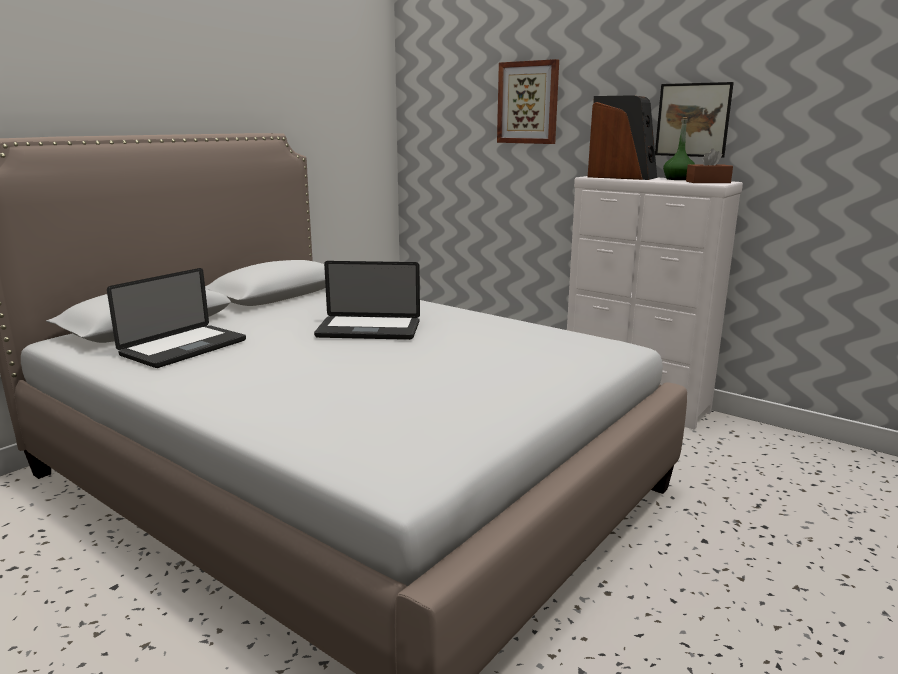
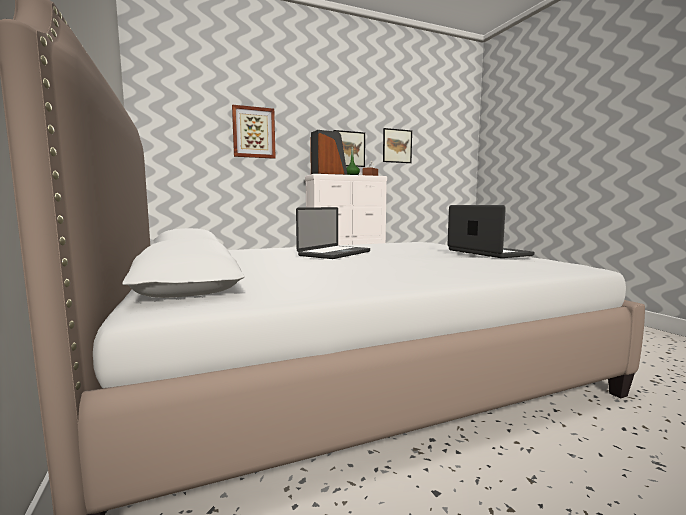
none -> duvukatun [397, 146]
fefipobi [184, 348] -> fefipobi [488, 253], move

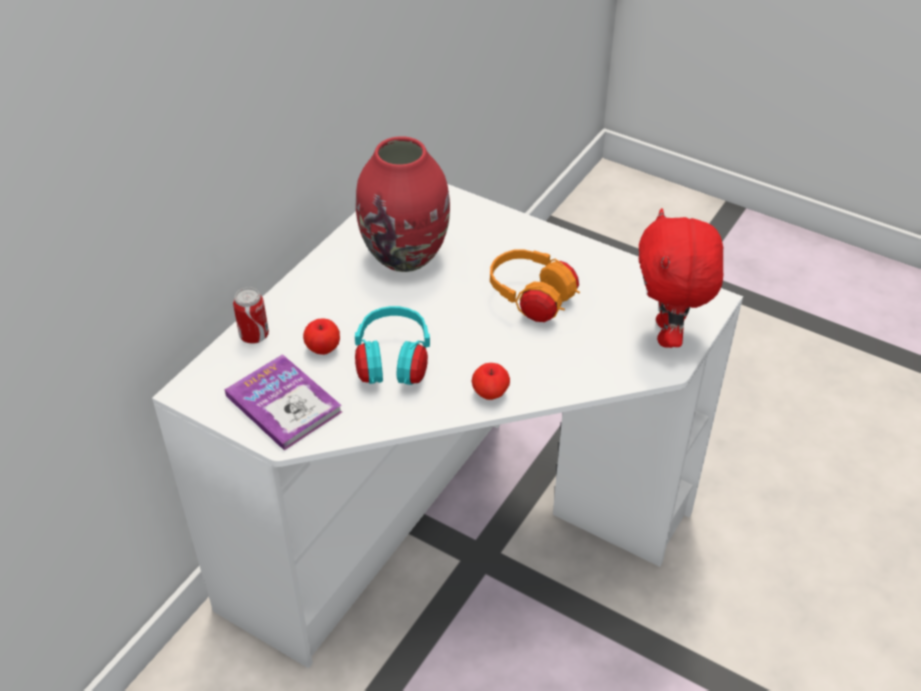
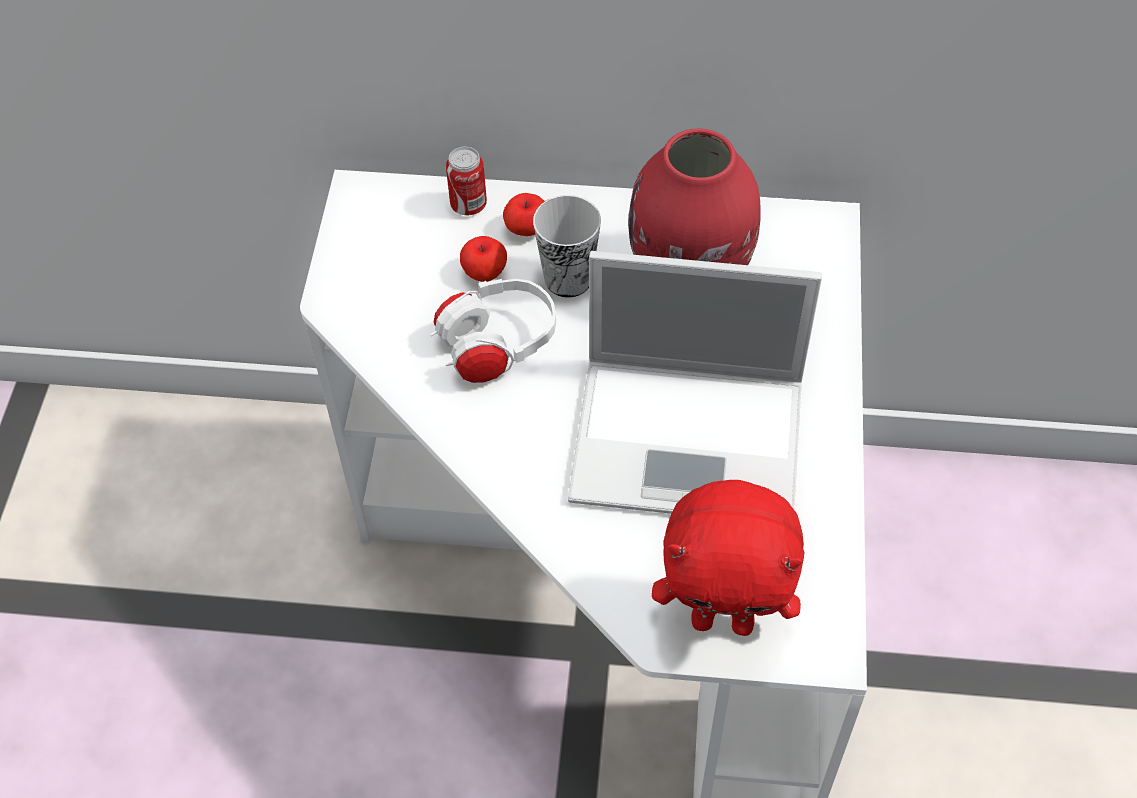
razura [283, 404] -> none
none -> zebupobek [568, 279]
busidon [490, 394] -> busidon [526, 229], move
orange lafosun [532, 300] -> fefipobi [693, 440]
turquoise lafosun [393, 364] -> white lafosun [497, 347]
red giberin [668, 335] -> red giberin [723, 619], 150 degrees counterclockwise

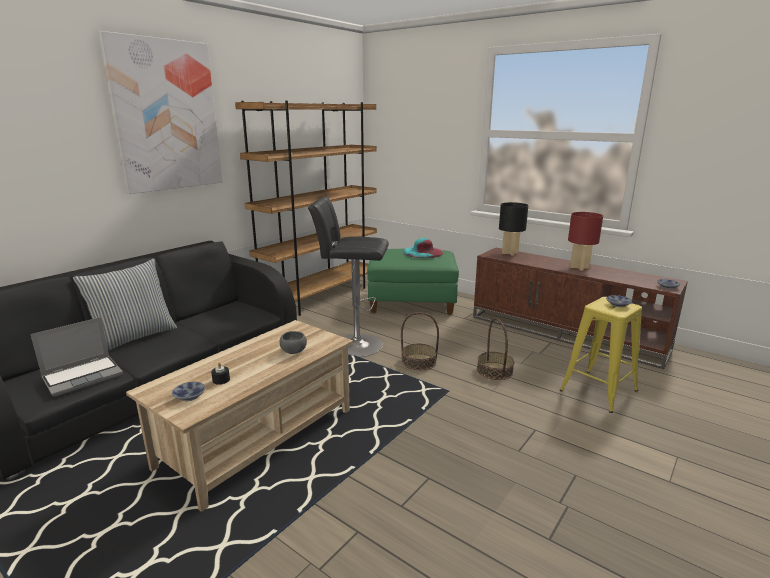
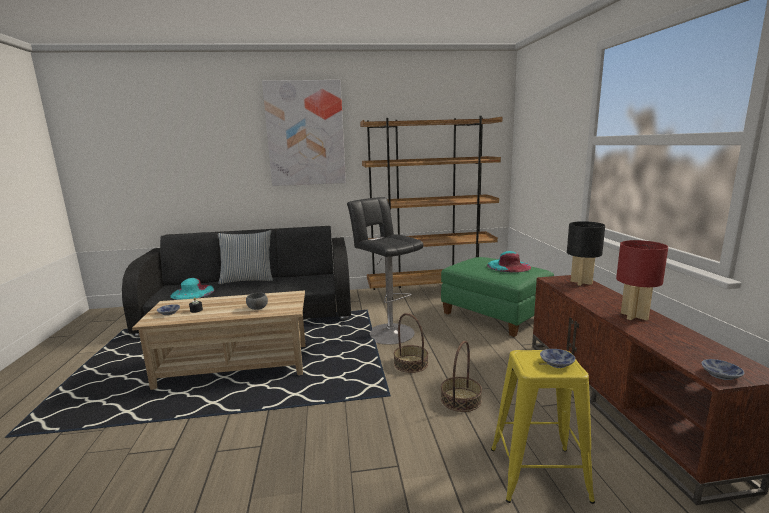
fefipobi [84, 376] -> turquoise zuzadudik [192, 292]

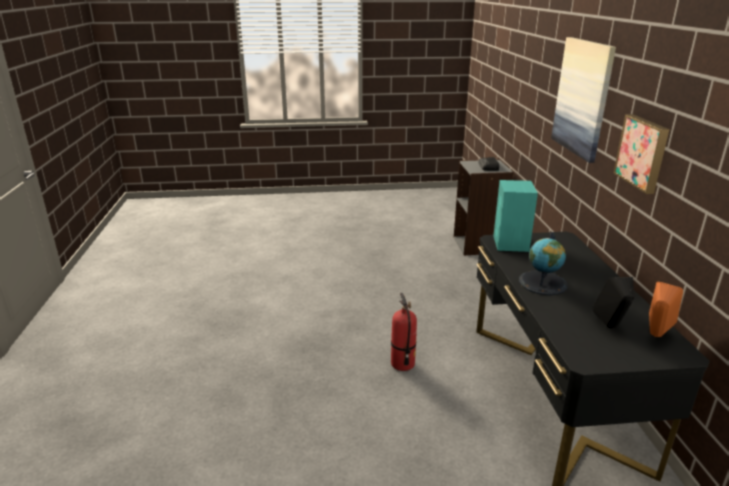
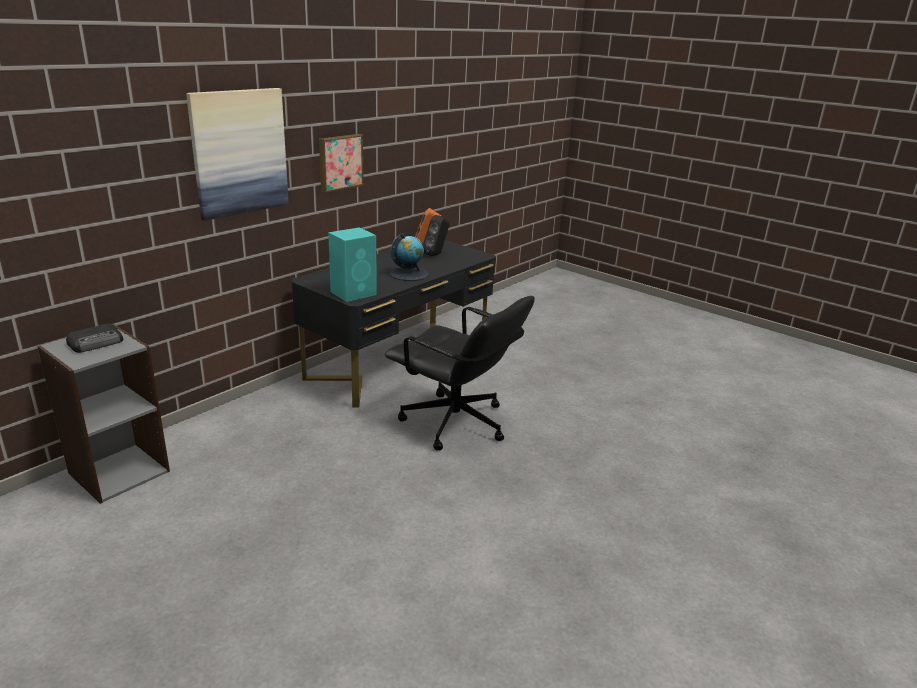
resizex [402, 364] -> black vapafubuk [455, 423]

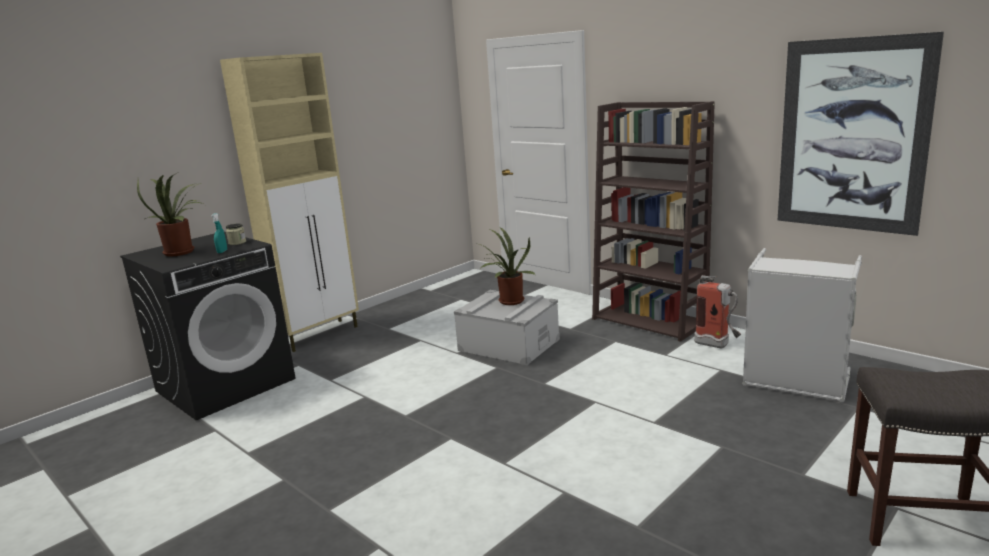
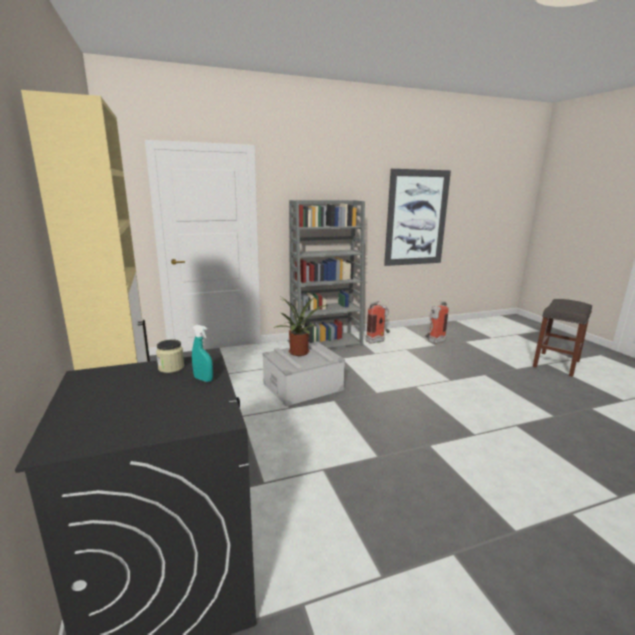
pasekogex [182, 252] -> none
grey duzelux [795, 383] -> resizex [434, 342]
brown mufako [650, 321] -> grey mufako [326, 343]

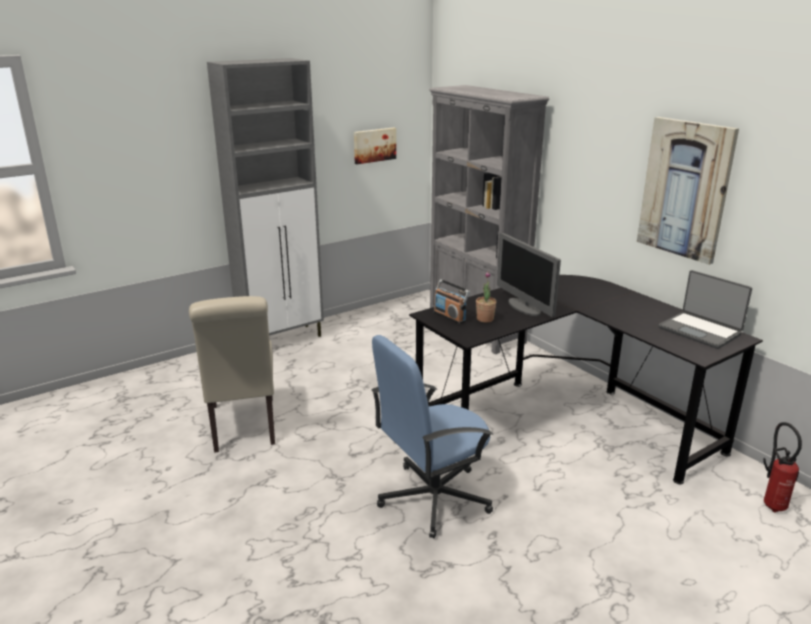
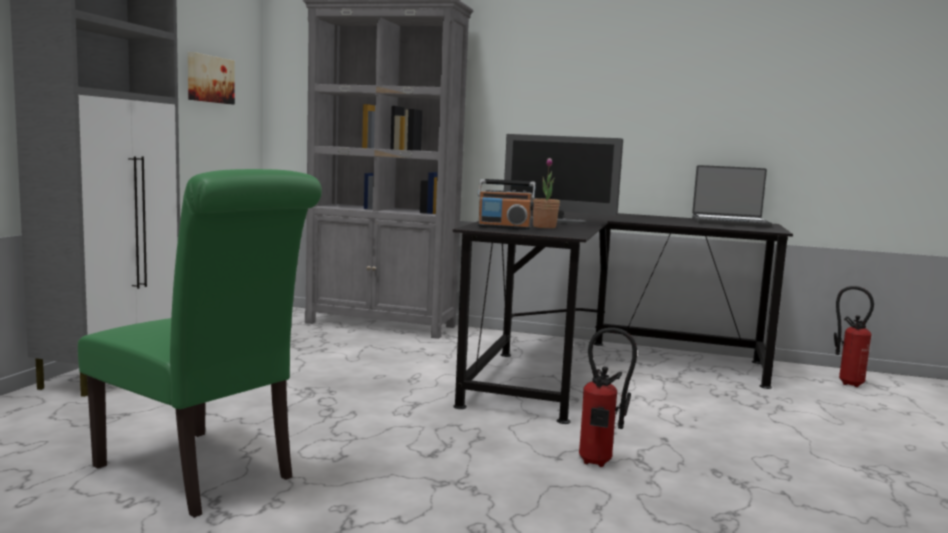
duvukatun [685, 189] -> none
blue vapafubuk [432, 498] -> resizex [600, 463]
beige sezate [243, 427] -> green sezate [202, 474]

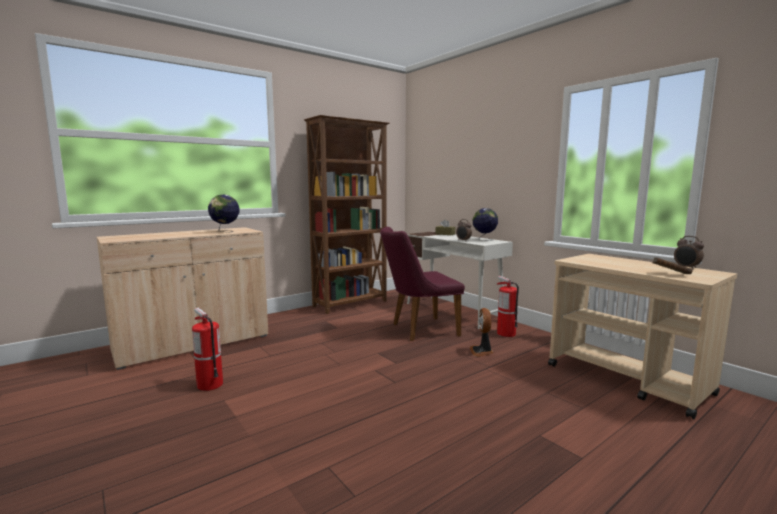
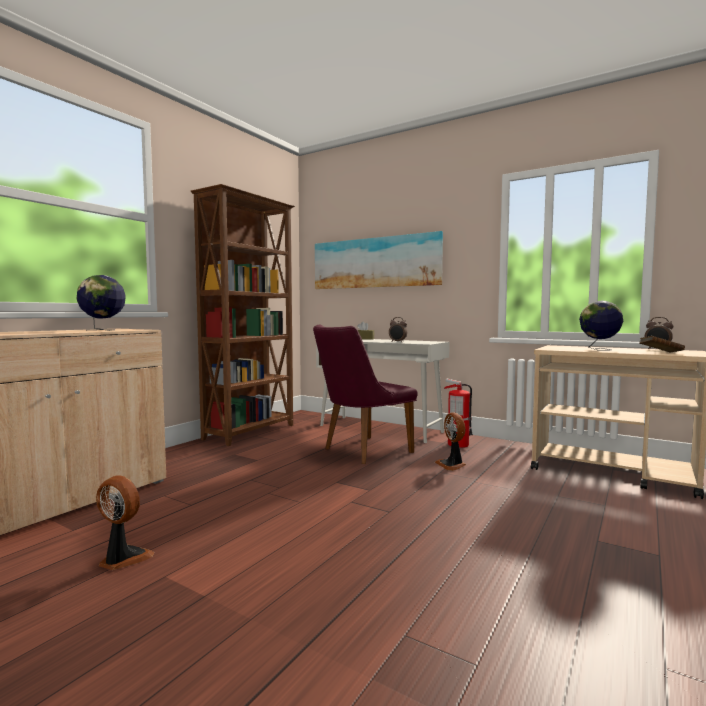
none -> duvukatun [375, 263]
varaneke [484, 240] -> varaneke [599, 349], move
resizex [209, 385] -> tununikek [122, 559]

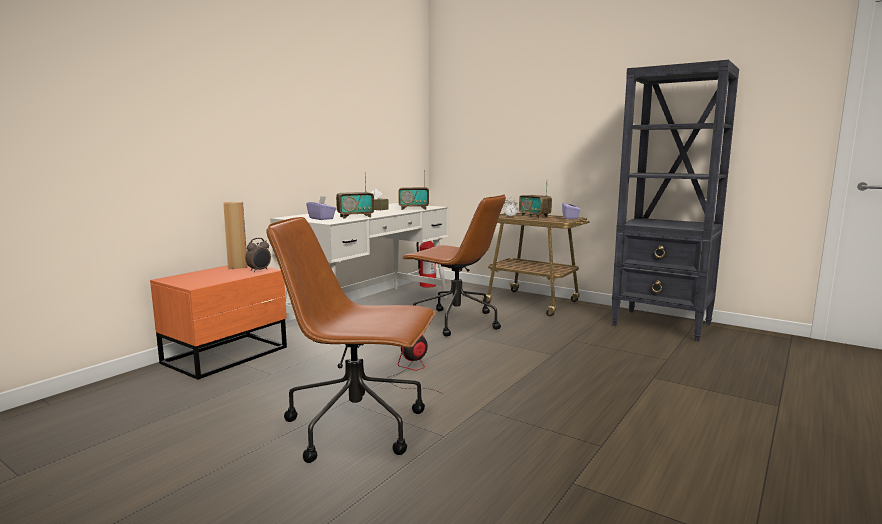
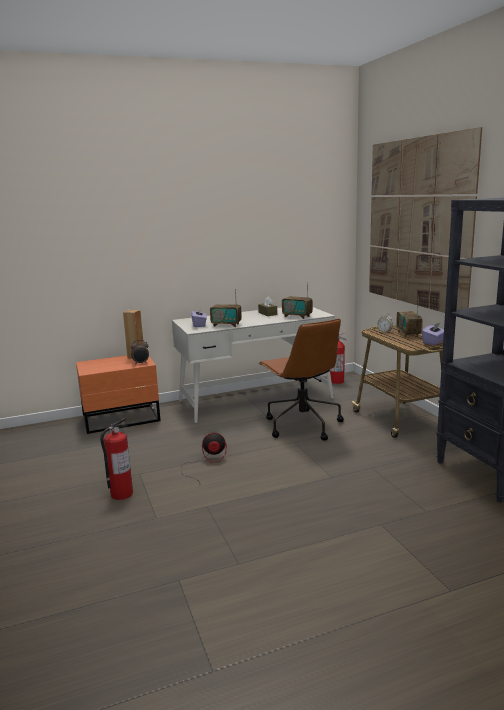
none -> duvukatun [417, 223]
brown vapafubuk [358, 426] -> resizex [121, 494]

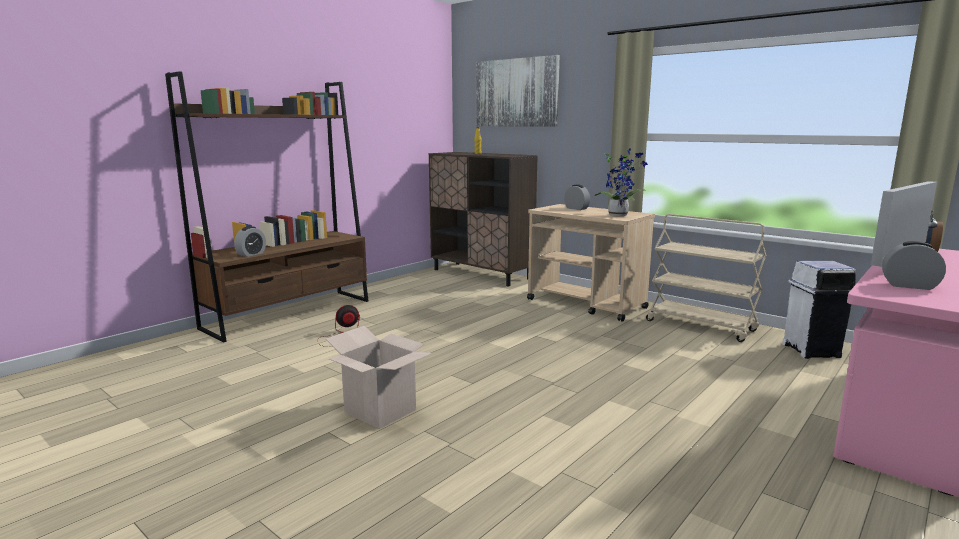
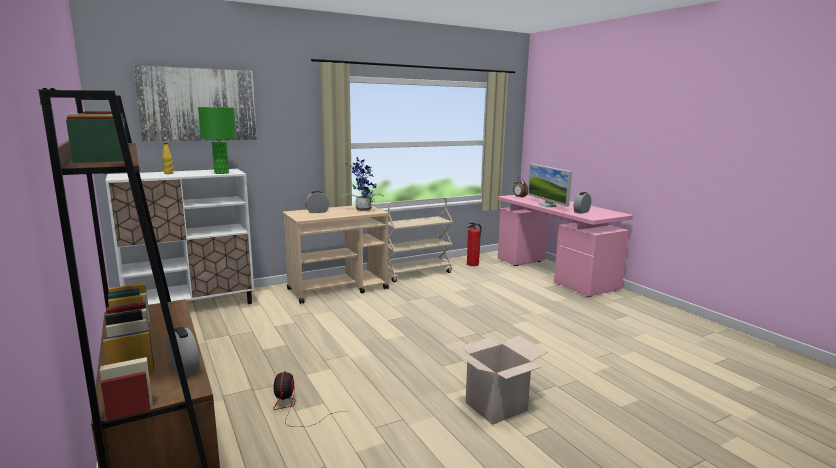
none -> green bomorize [221, 173]
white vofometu [812, 351] -> resizex [473, 264]
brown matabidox [481, 274] -> white matabidox [192, 306]

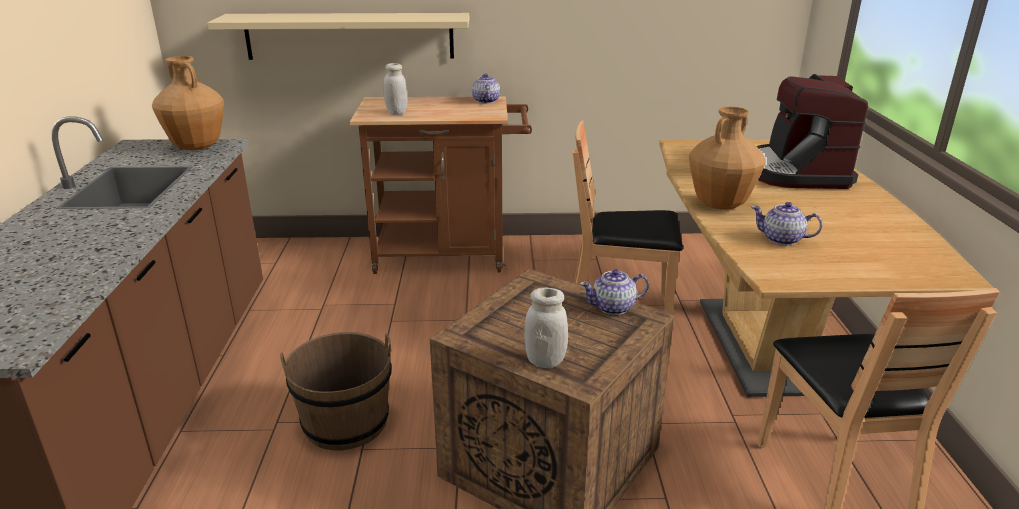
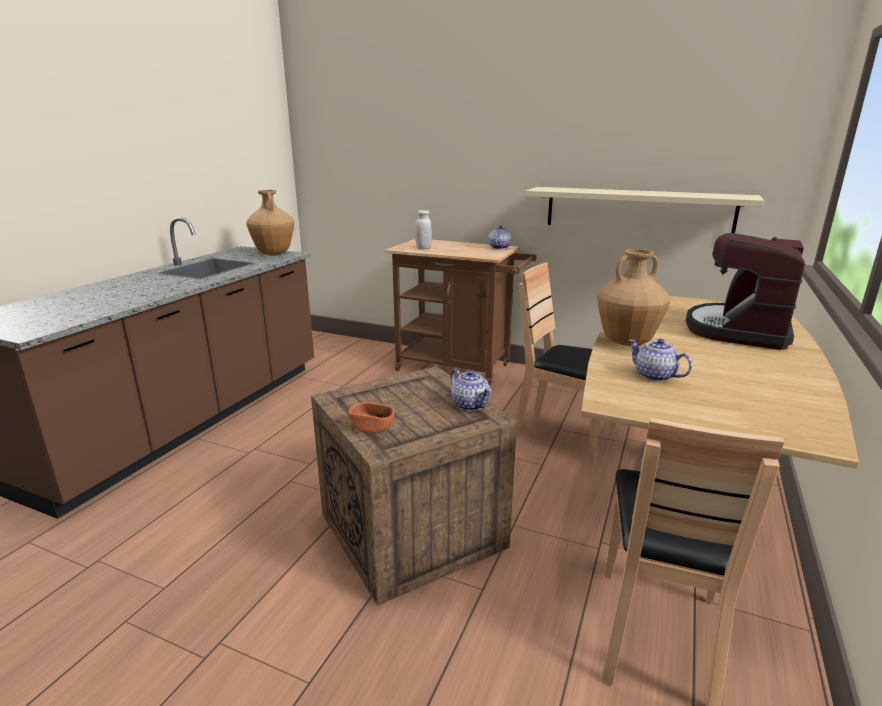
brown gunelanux [346, 423] -> none
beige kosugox [349, 36] -> beige kosugox [638, 210], move
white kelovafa [545, 361] -> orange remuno [372, 428]
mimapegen [613, 307] -> mimapegen [470, 405], 135 degrees counterclockwise

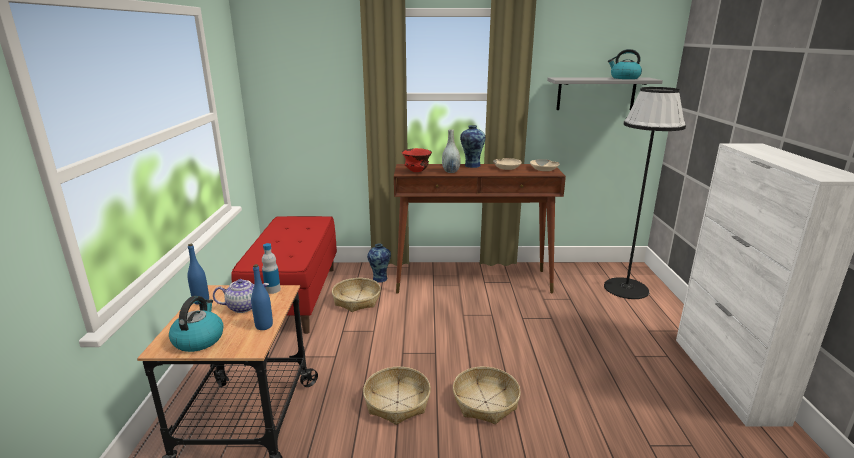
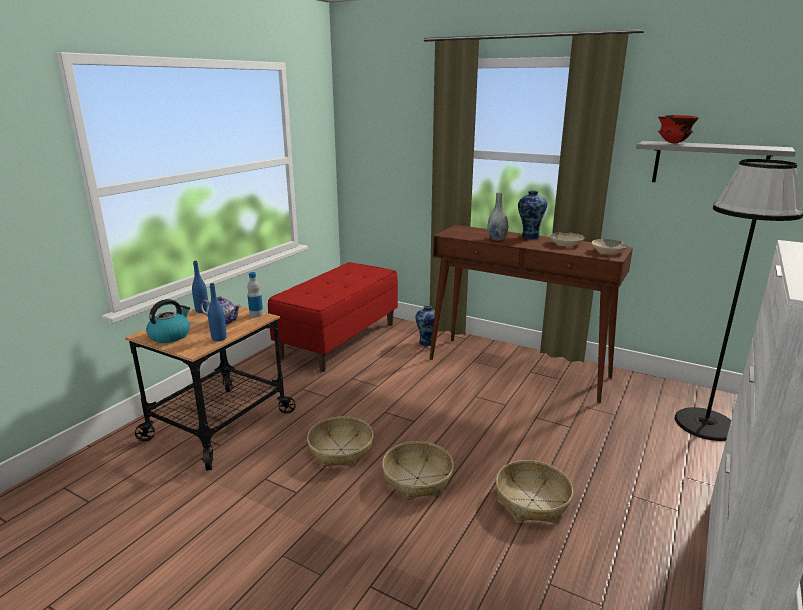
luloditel [624, 78] -> none
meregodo [357, 300] -> meregodo [532, 500], move
red remuno [417, 172] -> red remuno [674, 143], move

